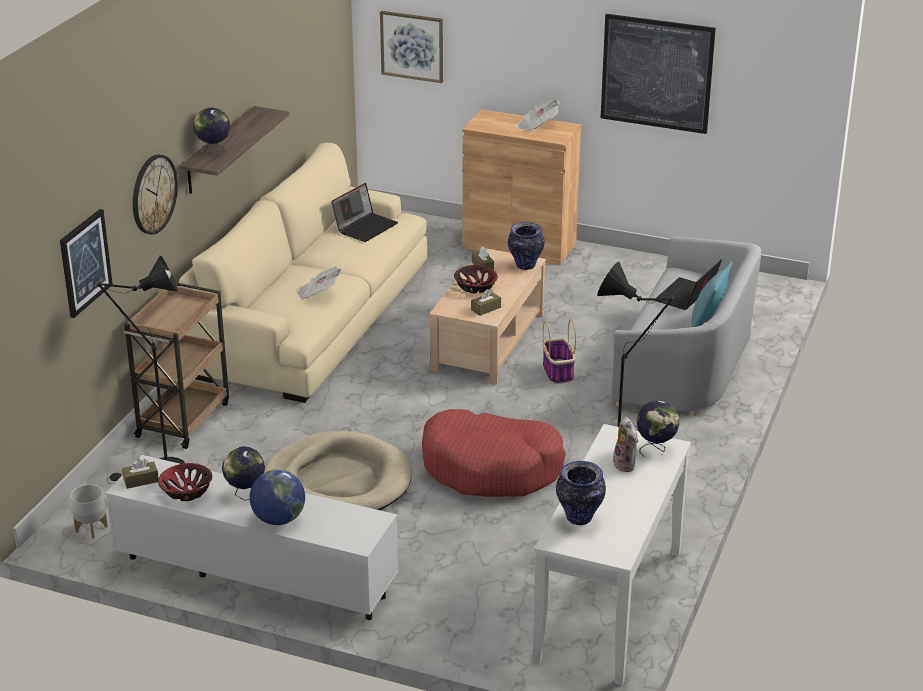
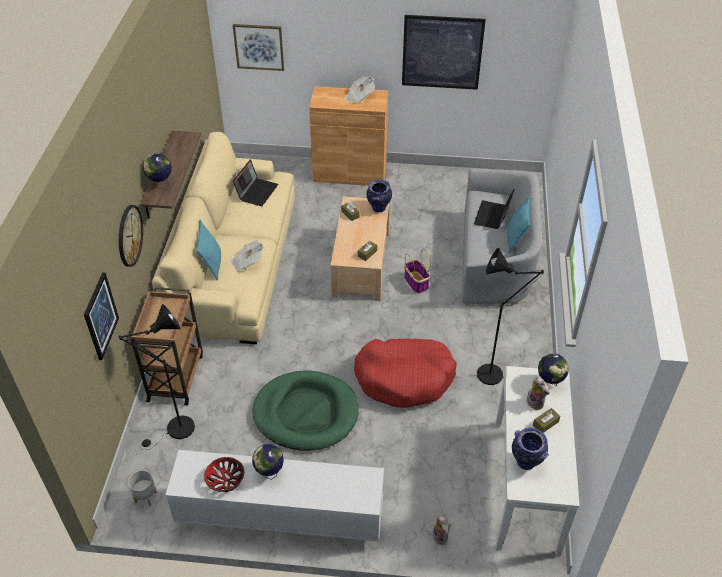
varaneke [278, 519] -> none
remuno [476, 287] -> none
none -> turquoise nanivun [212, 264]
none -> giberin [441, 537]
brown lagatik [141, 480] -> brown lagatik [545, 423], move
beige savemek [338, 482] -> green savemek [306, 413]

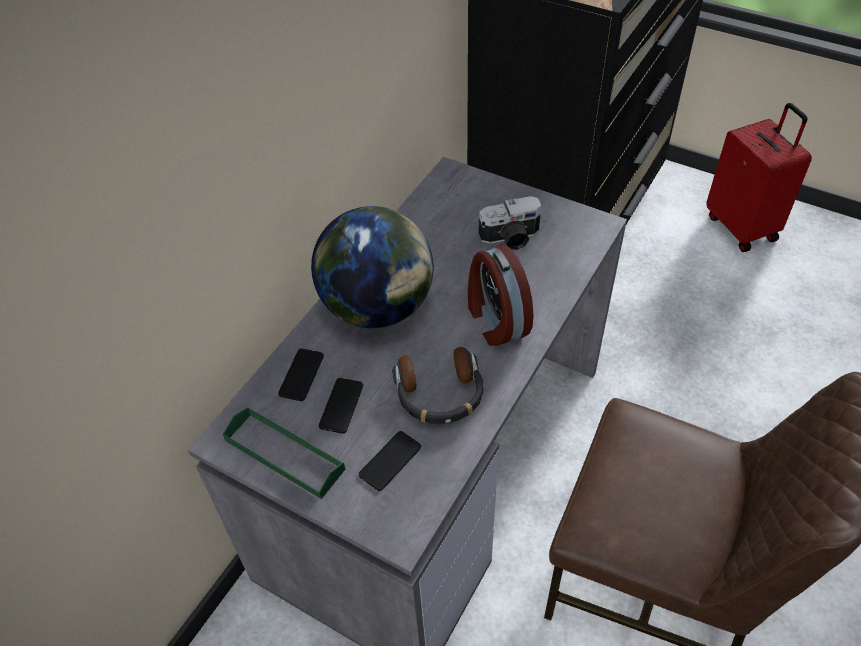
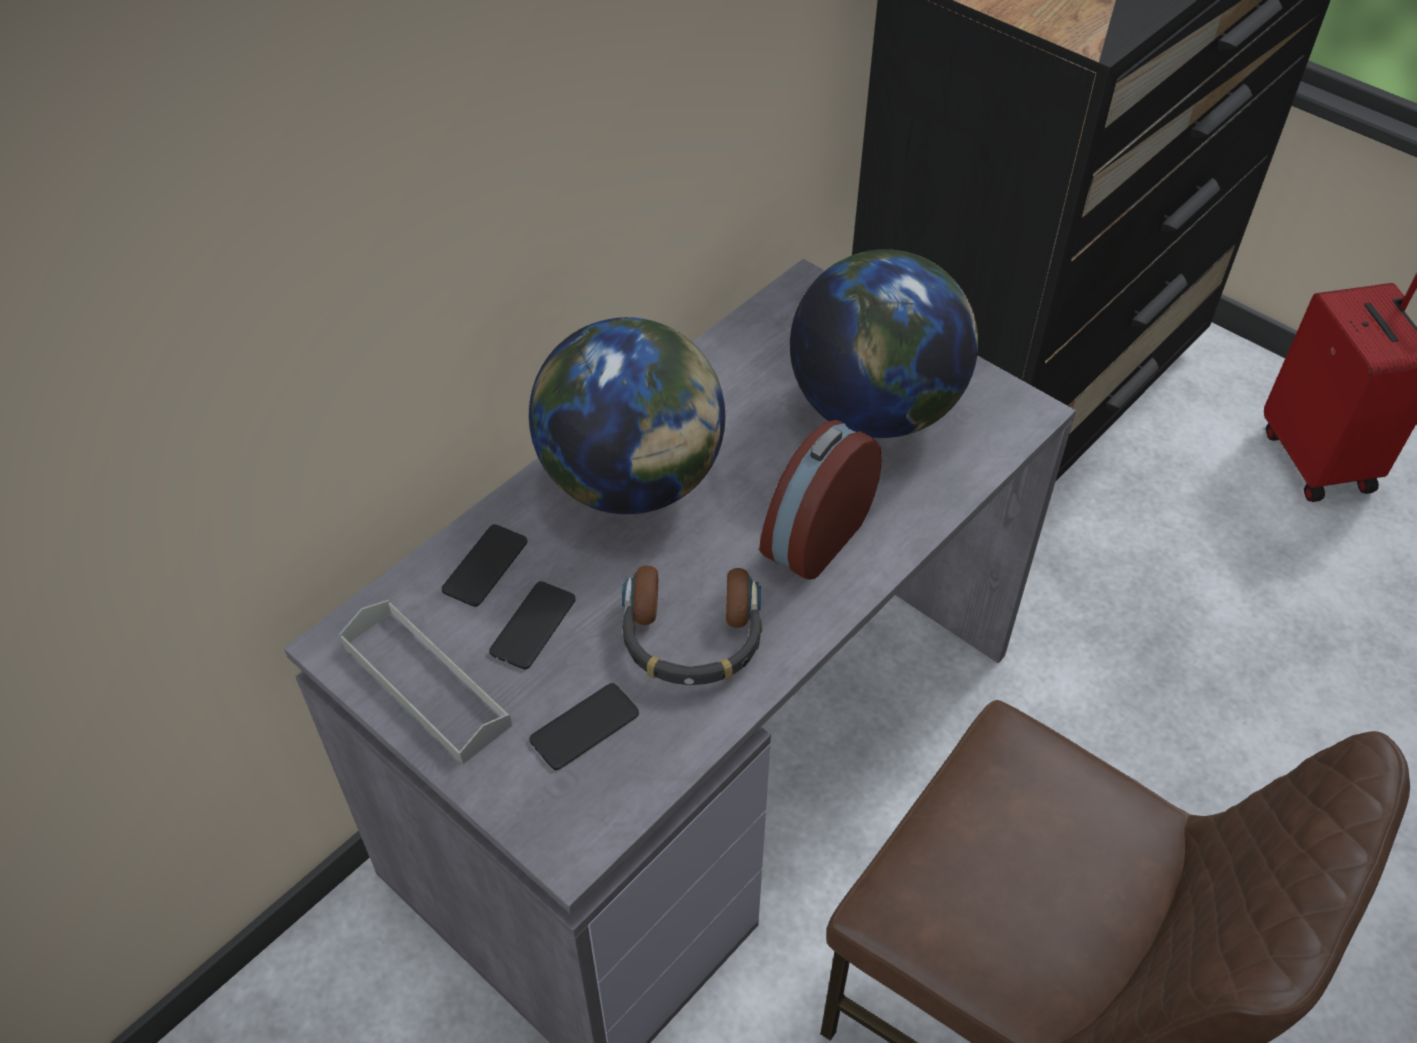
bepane [511, 238] -> varaneke [875, 409]
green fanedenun [284, 454] -> grey fanedenun [425, 684]
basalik [495, 320] -> basalik [813, 536], 45 degrees clockwise

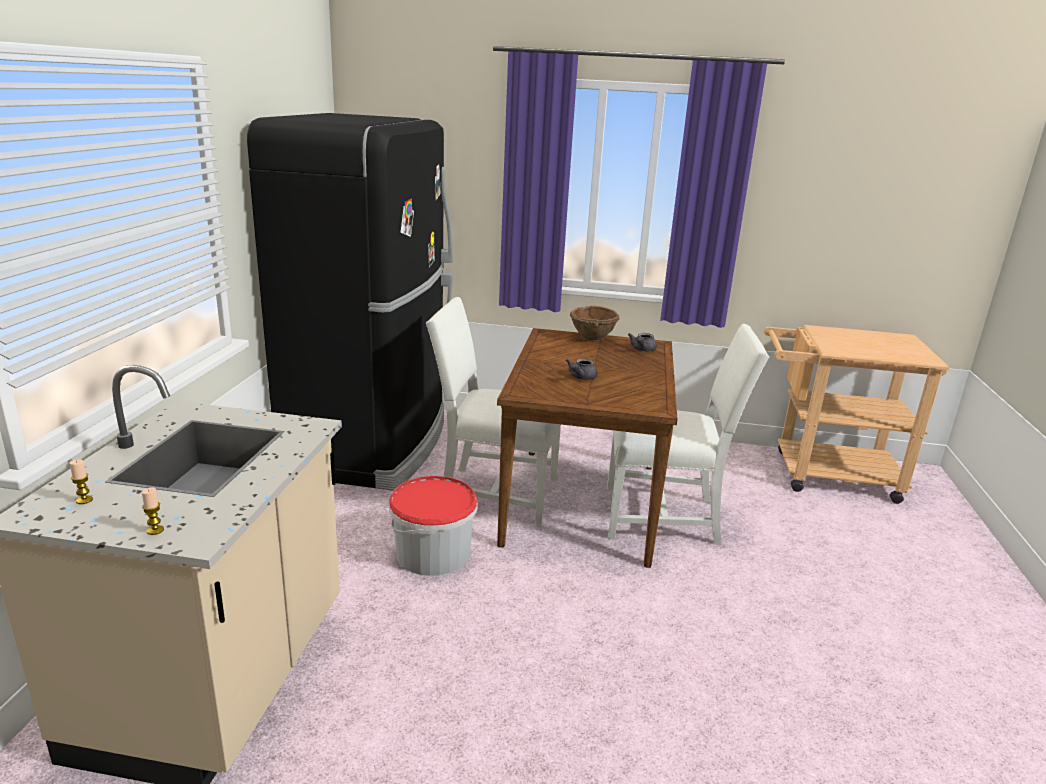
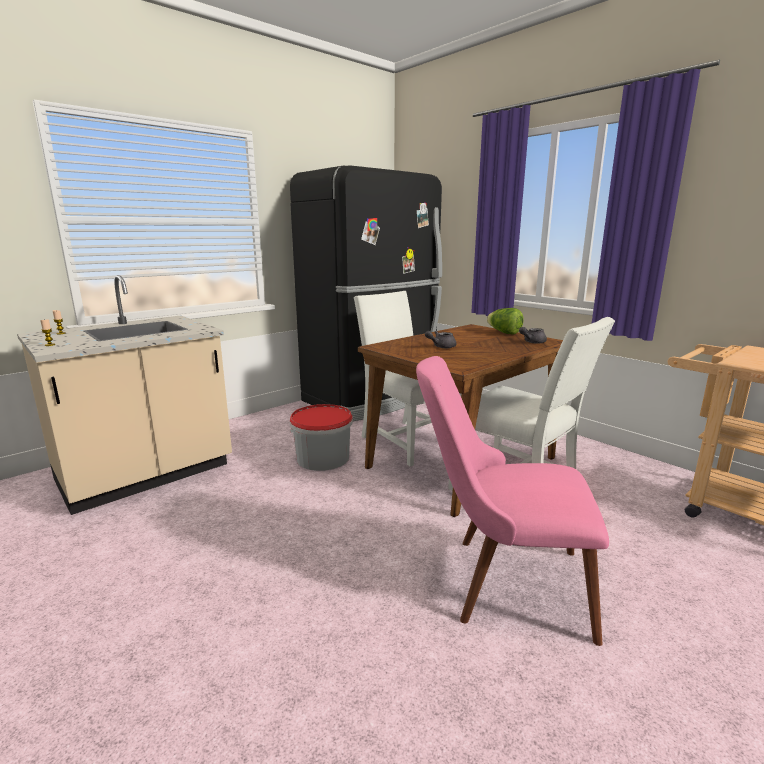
none -> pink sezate [500, 582]
brown remuno [592, 338] -> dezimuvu [504, 333]

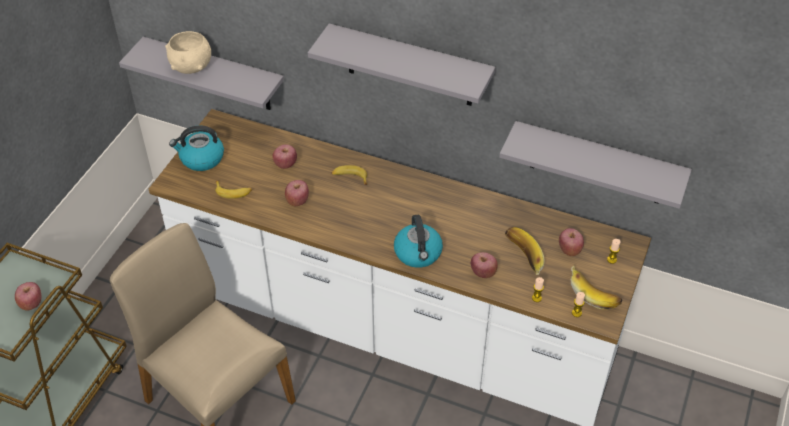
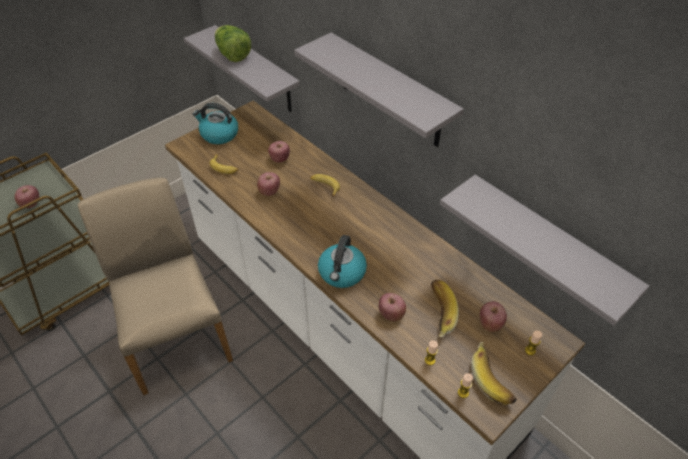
beige remuno [191, 67] -> dezimuvu [233, 55]

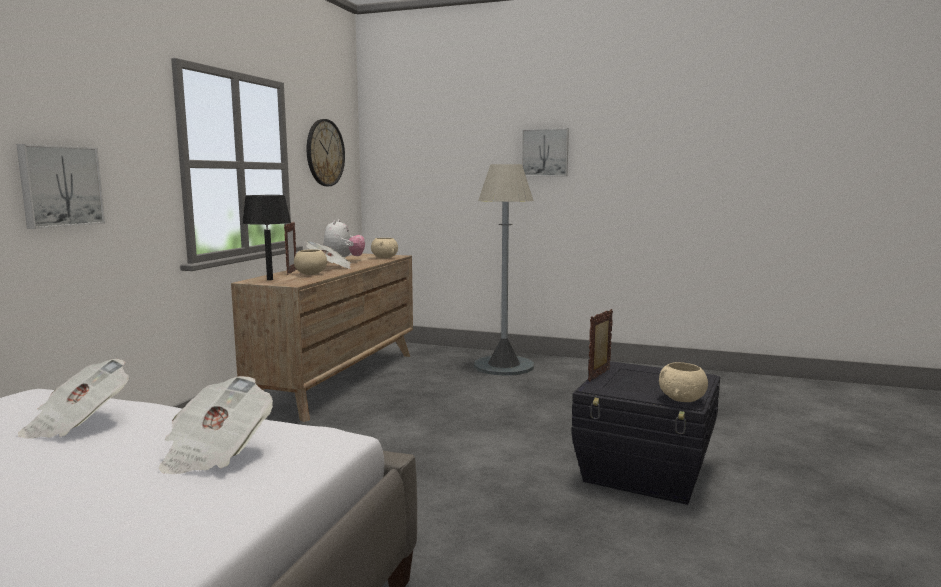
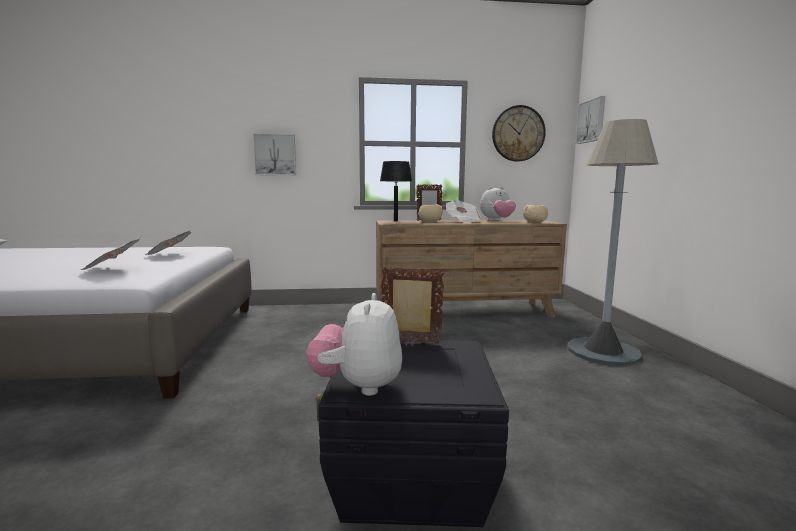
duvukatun [545, 152] -> duvukatun [591, 121], move
beige remuno [682, 399] -> giberin [358, 386]

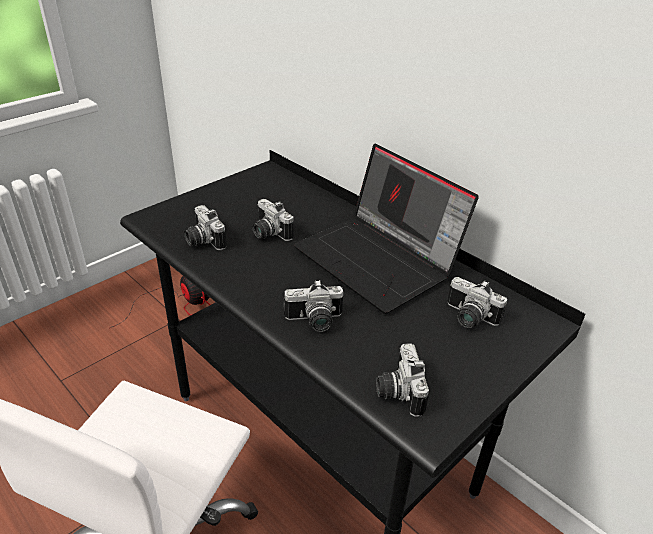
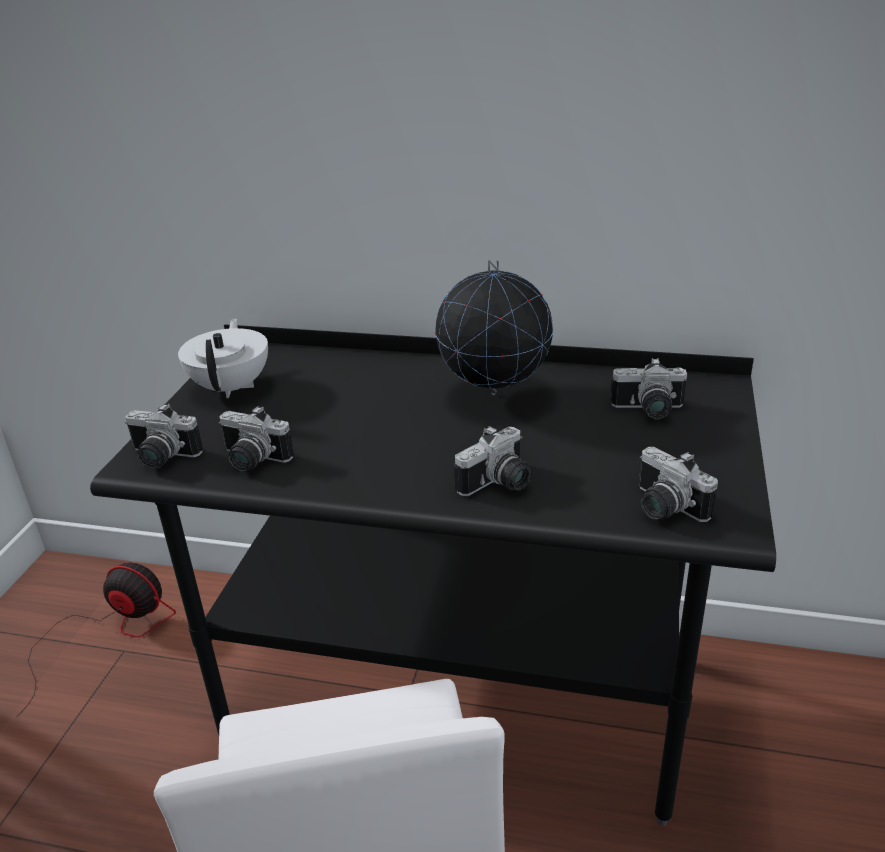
none -> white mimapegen [232, 387]
bepane [268, 233] -> bepane [160, 458], move
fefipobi [379, 260] -> varaneke [495, 395]

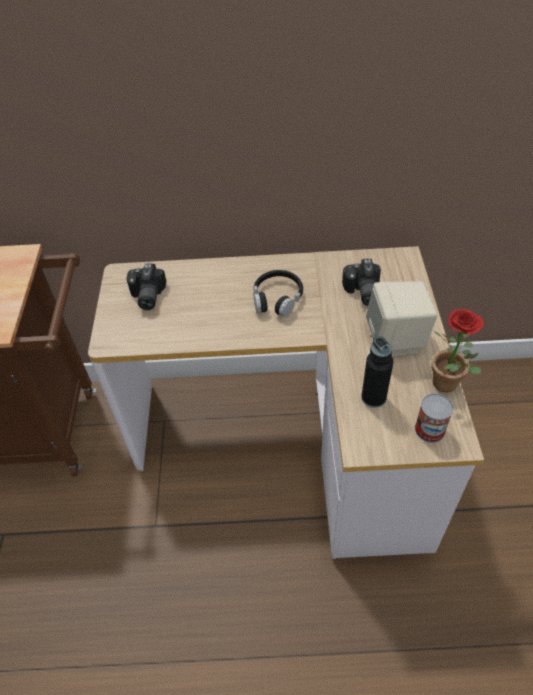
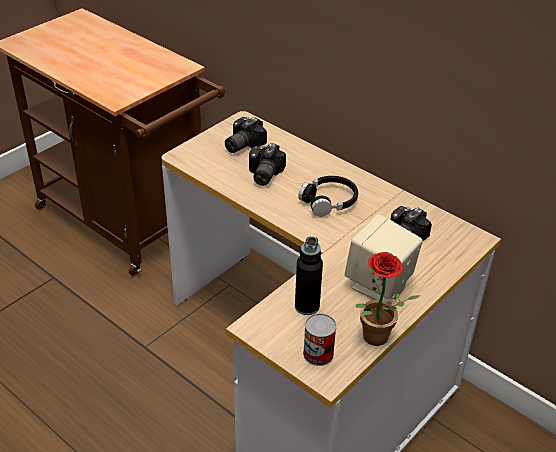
none -> bepane [263, 174]

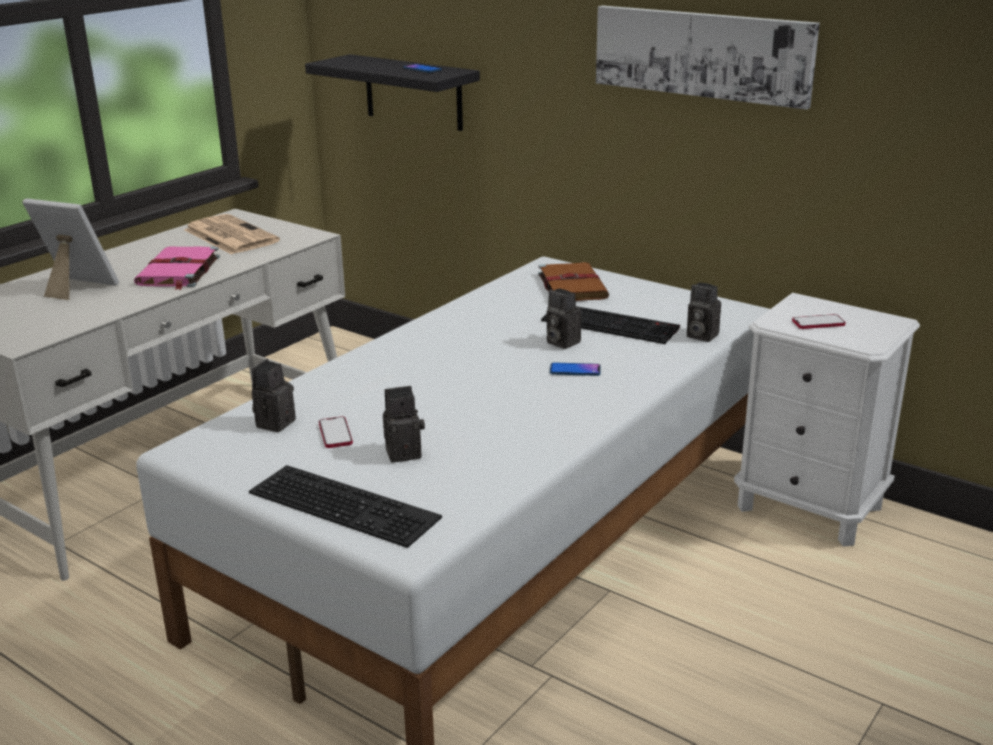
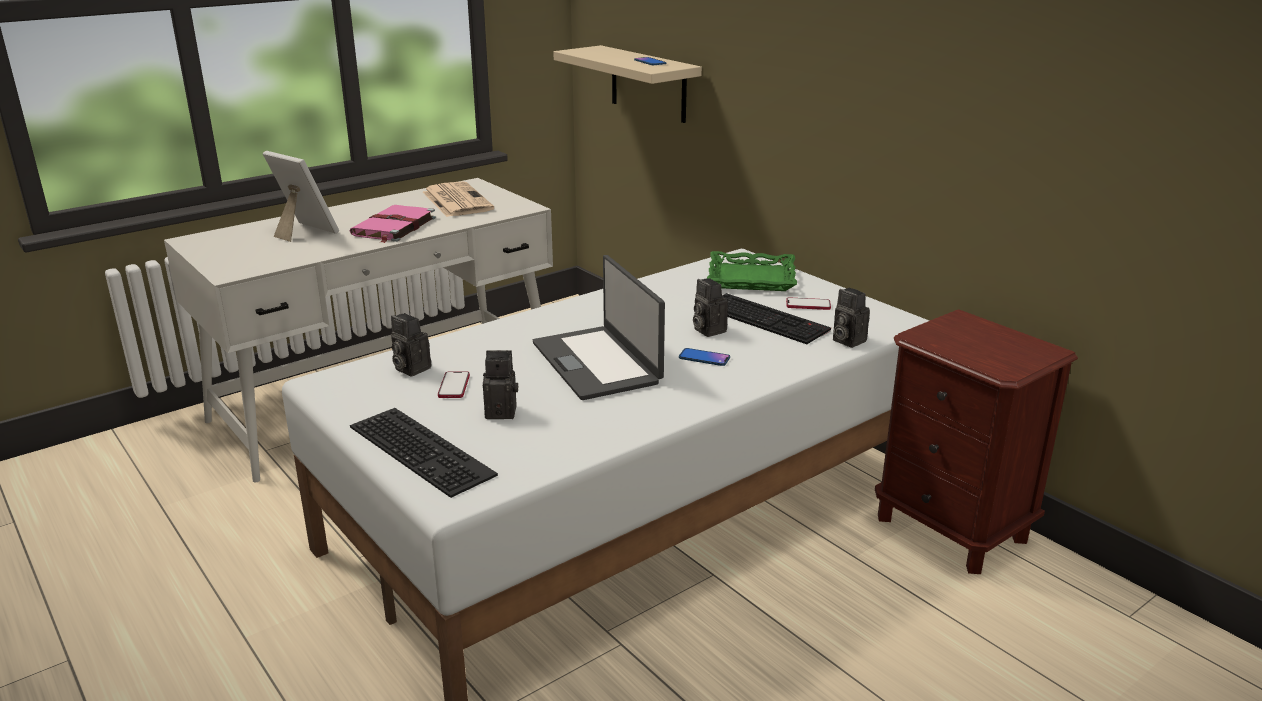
duvukatun [702, 54] -> none
none -> fefipobi [597, 362]
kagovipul [818, 323] -> kagovipul [808, 305], move
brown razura [571, 285] -> green fanedenun [751, 278]
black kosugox [413, 92] -> beige kosugox [648, 84]
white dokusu [809, 507] -> brown dokusu [951, 529]
bepane [274, 422] -> bepane [410, 368], 90 degrees counterclockwise

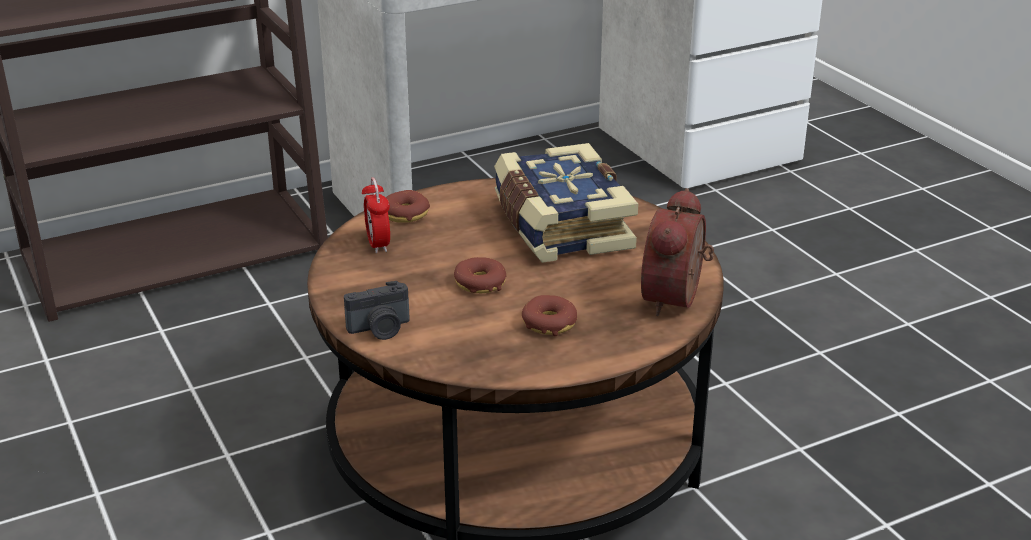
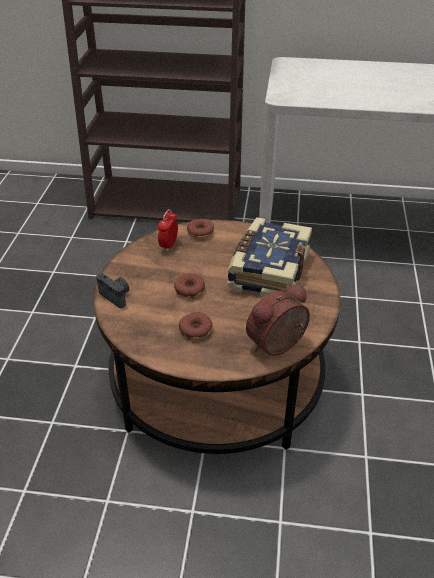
bepane [380, 329] -> bepane [116, 296], 150 degrees counterclockwise

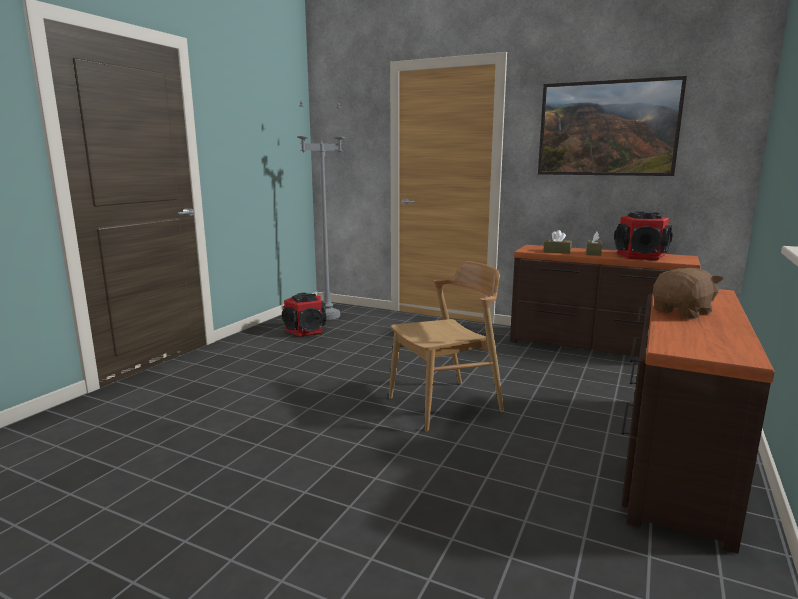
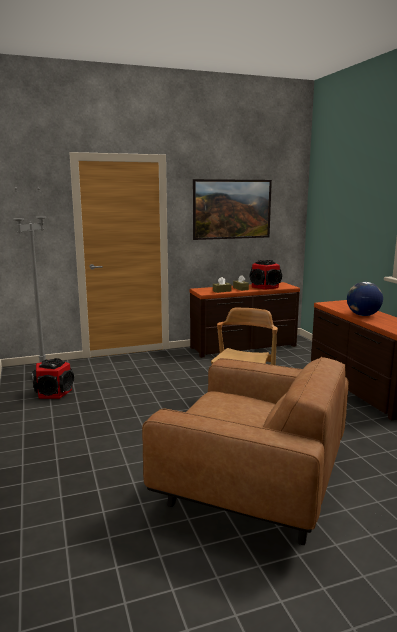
none -> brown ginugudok [253, 484]
brown giberin [683, 312] -> varaneke [363, 315]

